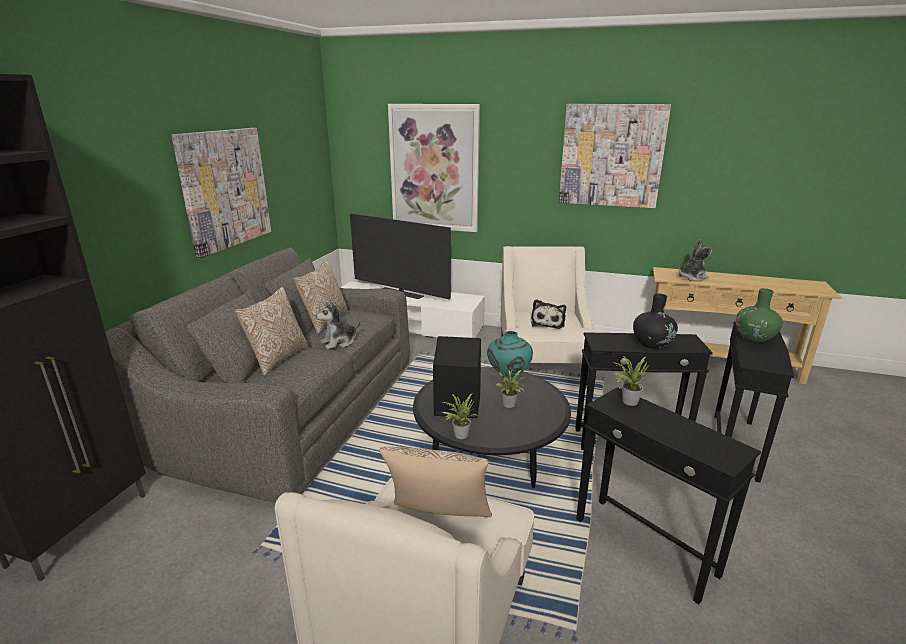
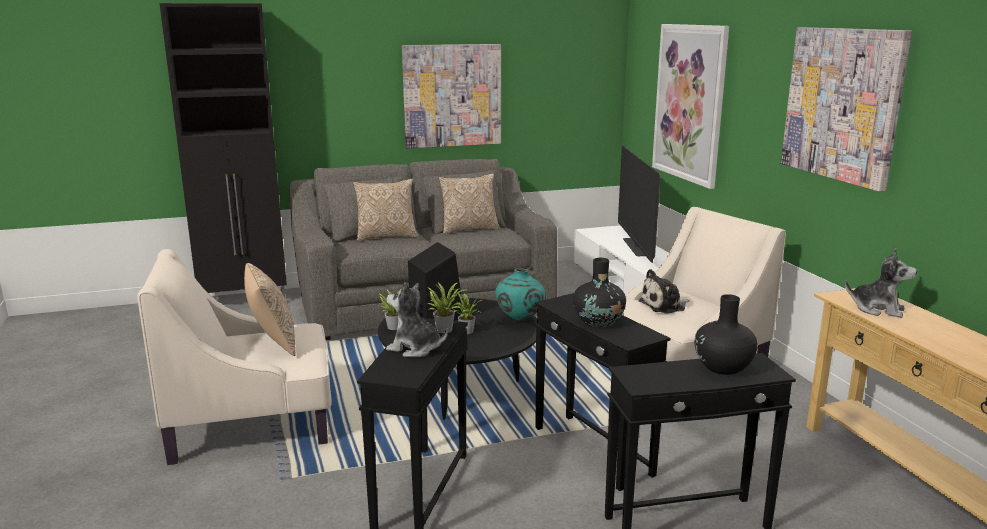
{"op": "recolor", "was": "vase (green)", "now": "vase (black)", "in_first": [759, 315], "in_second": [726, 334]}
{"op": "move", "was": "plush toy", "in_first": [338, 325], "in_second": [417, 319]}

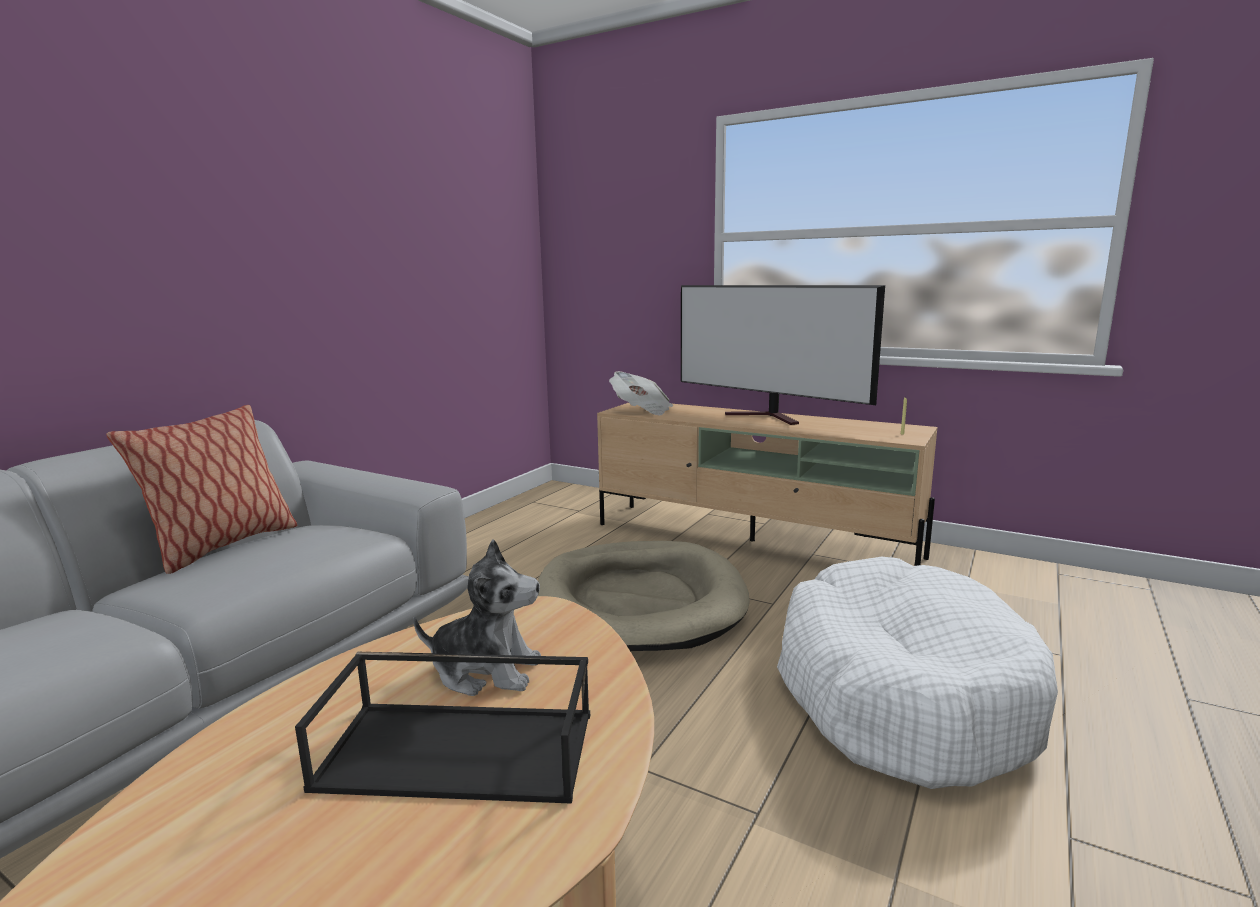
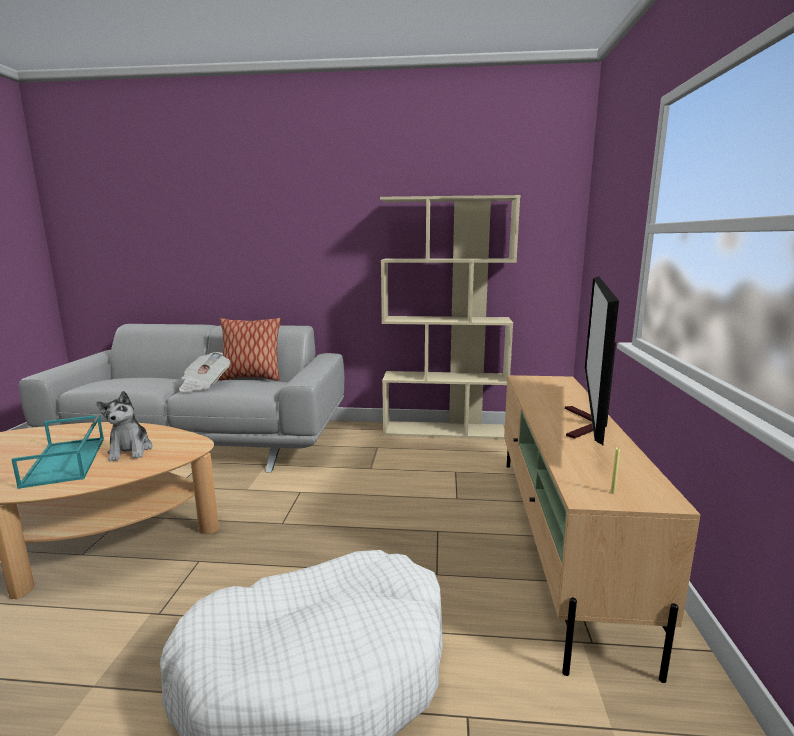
{"op": "move", "was": "newspaper", "in_first": [641, 393], "in_second": [204, 372]}
{"op": "delete", "was": "dog bed (beige)", "in_first": [644, 596]}
{"op": "recolor", "was": "tray (black)", "now": "tray (turquoise)", "in_first": [442, 728], "in_second": [57, 452]}
{"op": "insert", "now": "bookcase (beige)", "in_second": [450, 317]}

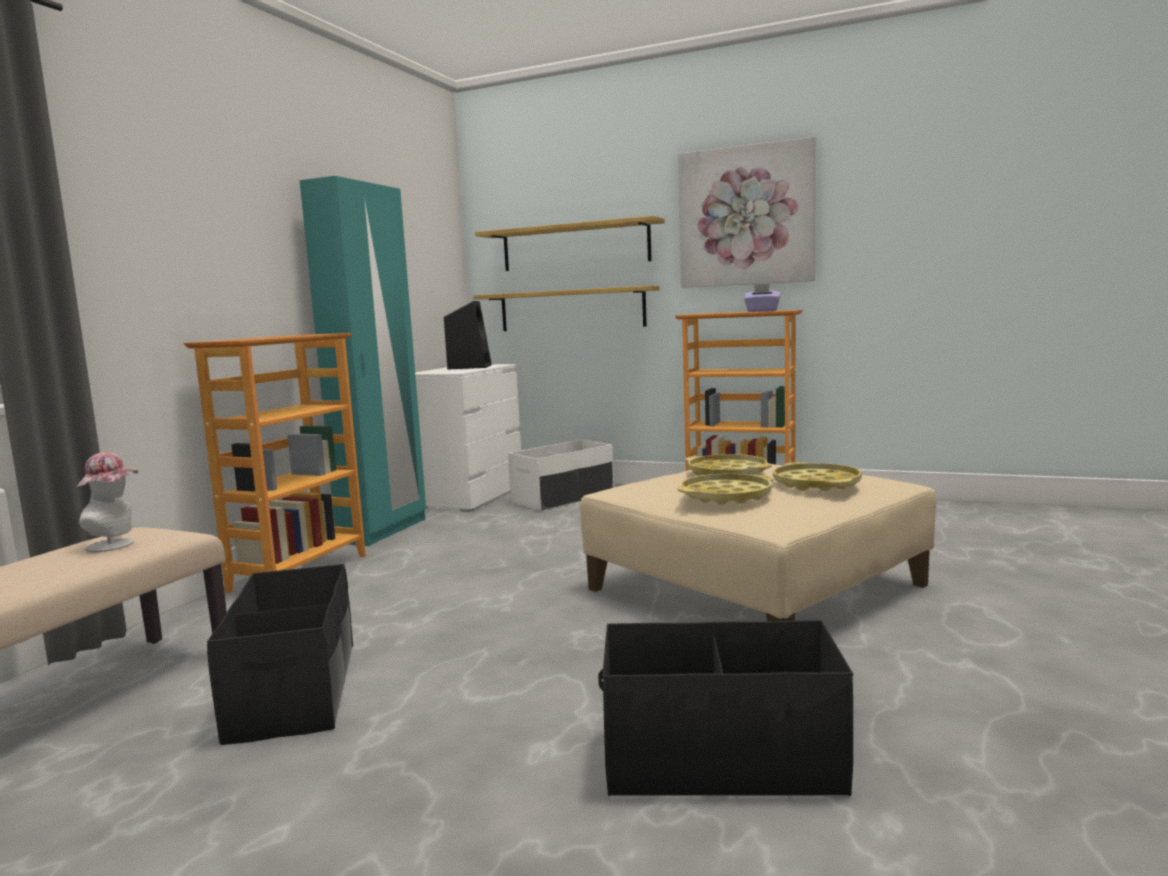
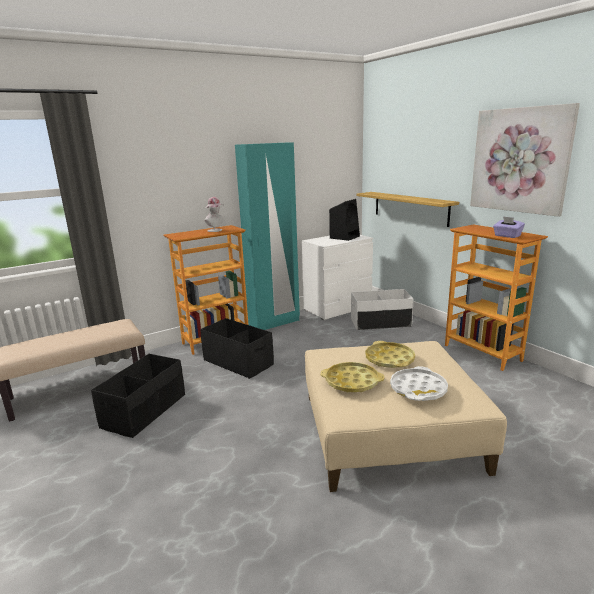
{"op": "delete", "was": "shelf", "in_first": [570, 243]}
{"op": "move", "was": "hat", "in_first": [107, 502], "in_second": [214, 214]}
{"op": "recolor", "was": "tray (yellow)", "now": "tray (white)", "in_first": [817, 477], "in_second": [419, 383]}
{"op": "move", "was": "storage box (black)", "in_first": [725, 708], "in_second": [237, 348]}

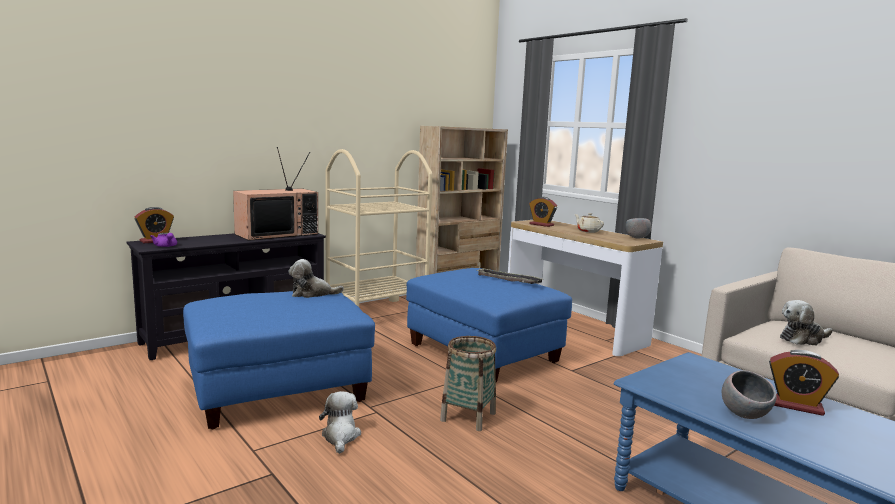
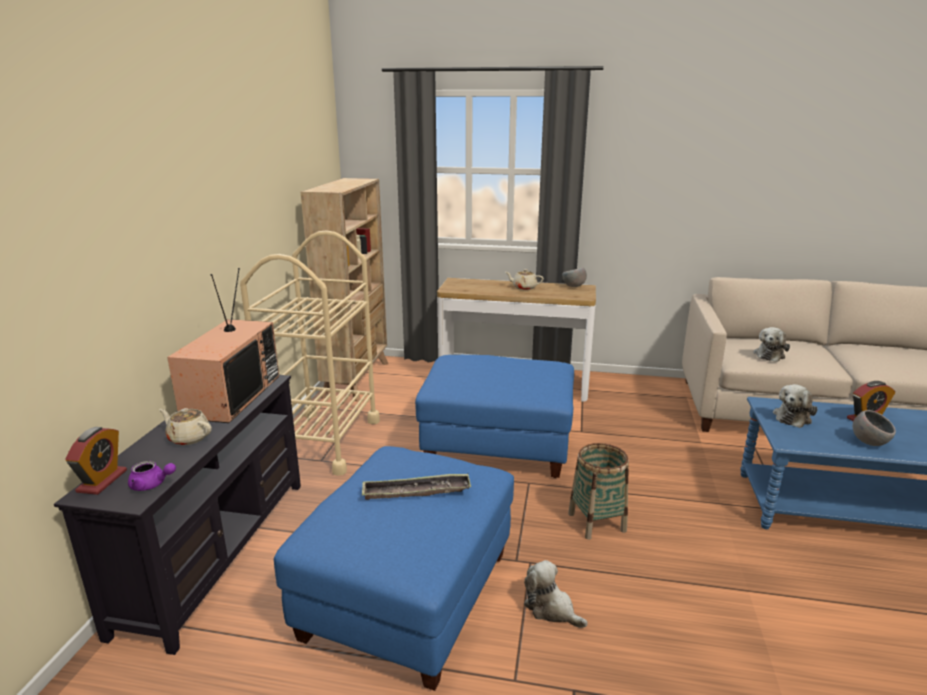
{"op": "delete", "was": "alarm clock", "in_first": [543, 212]}
{"op": "move", "was": "plush toy", "in_first": [316, 278], "in_second": [795, 406]}
{"op": "move", "was": "tray", "in_first": [509, 276], "in_second": [416, 486]}
{"op": "insert", "now": "teapot (beige)", "in_second": [185, 426]}

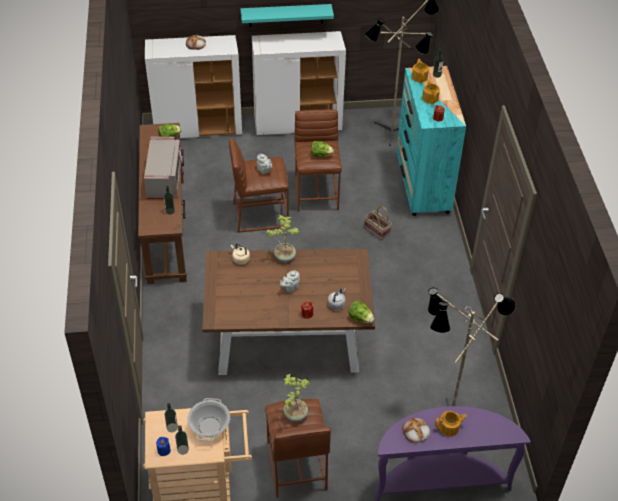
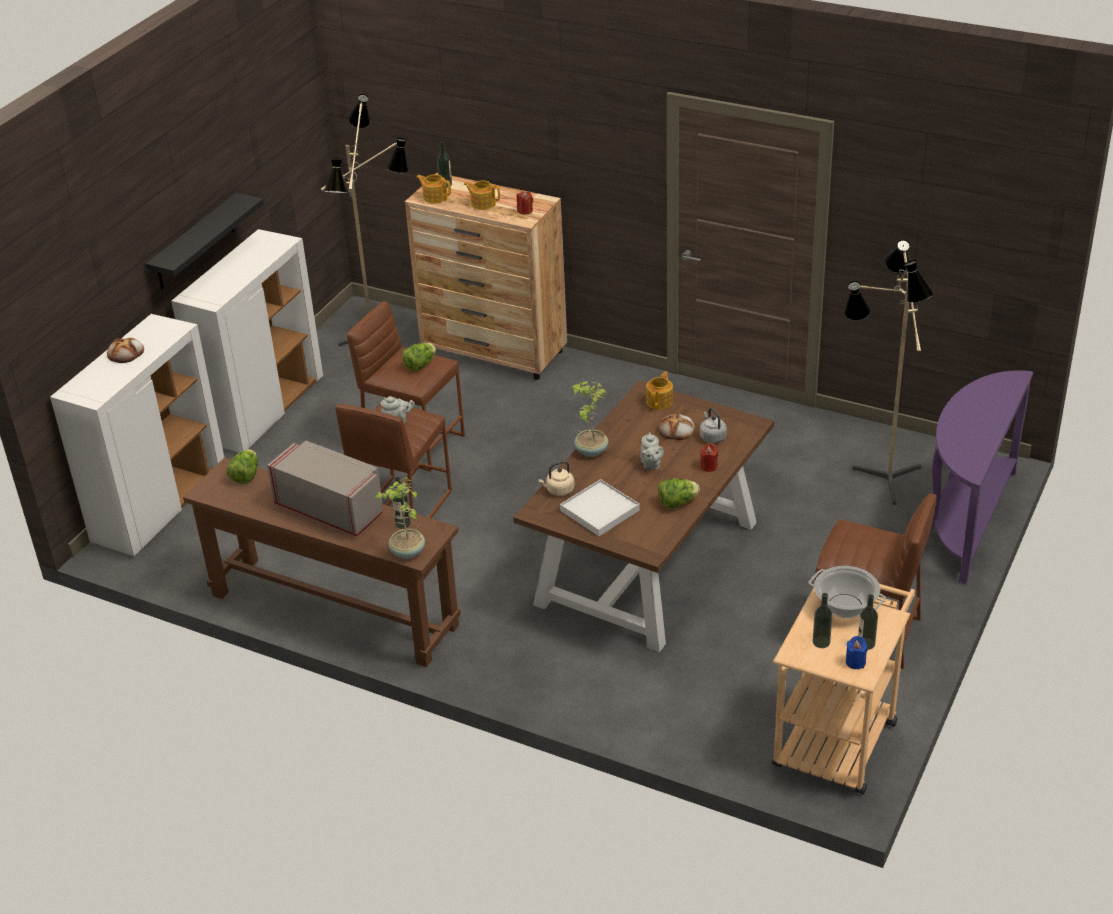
{"op": "recolor", "was": "shelf (turquoise)", "now": "shelf (black)", "in_first": [287, 15], "in_second": [205, 241]}
{"op": "recolor", "was": "dresser (turquoise)", "now": "dresser (brown)", "in_first": [431, 141], "in_second": [486, 276]}
{"op": "delete", "was": "basket", "in_first": [378, 223]}
{"op": "move", "was": "lettuce", "in_first": [361, 312], "in_second": [679, 493]}
{"op": "move", "was": "potted plant", "in_first": [296, 398], "in_second": [400, 518]}
{"op": "move", "was": "teapot", "in_first": [451, 424], "in_second": [659, 390]}
{"op": "move", "was": "bread", "in_first": [416, 430], "in_second": [676, 426]}
{"op": "insert", "now": "tray (white)", "in_second": [600, 507]}

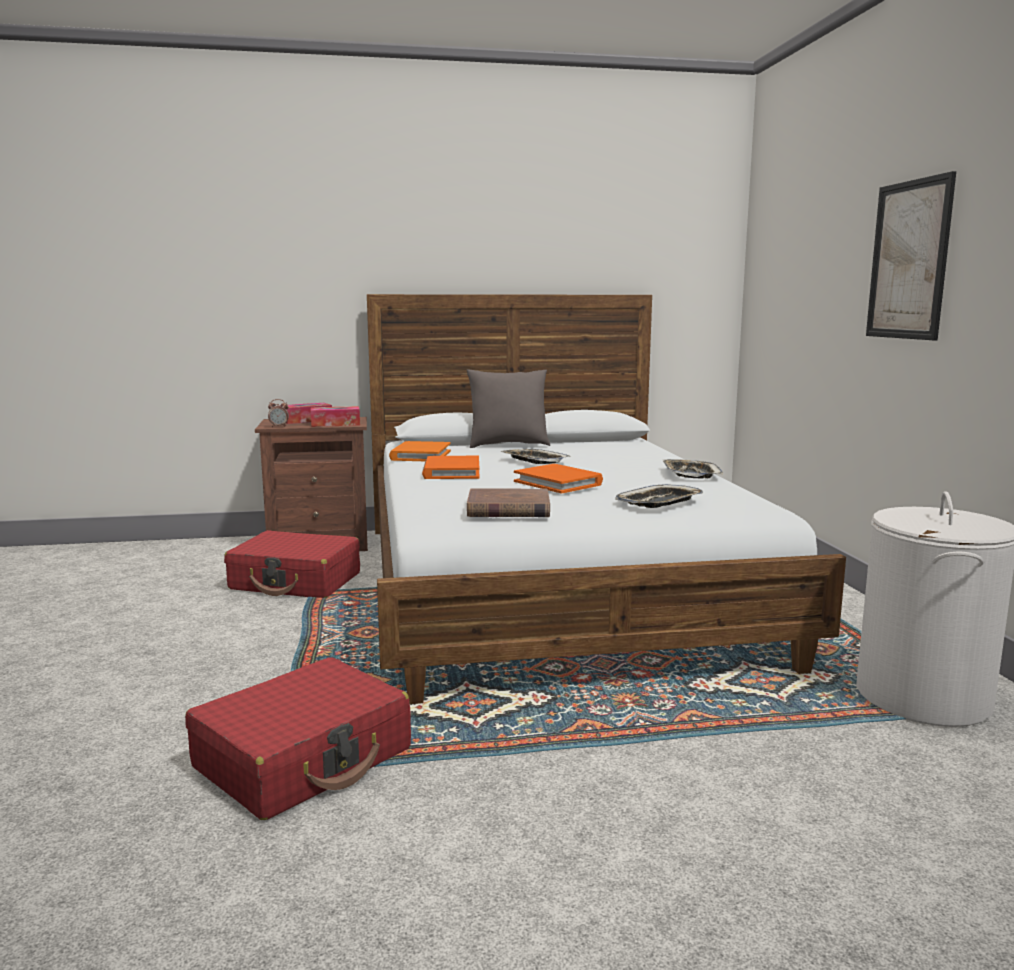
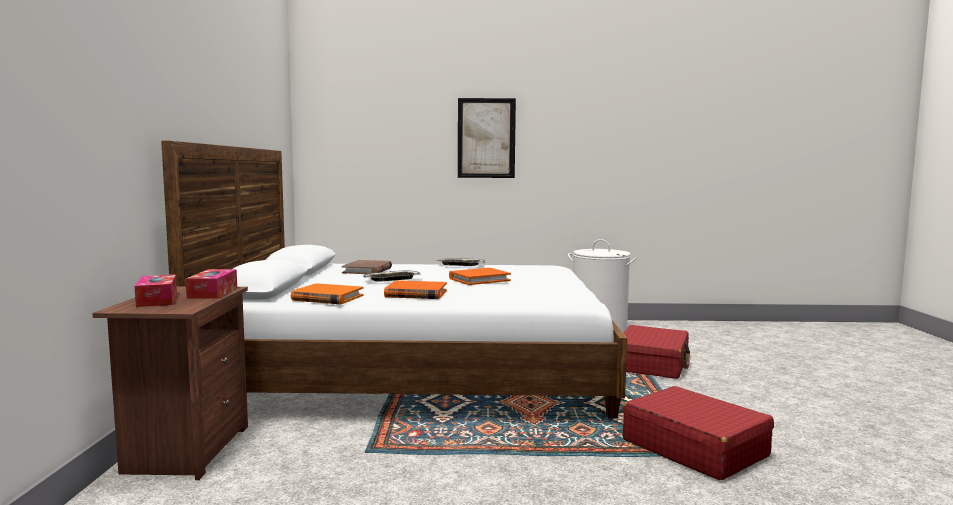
{"op": "delete", "was": "pillow (grey)", "in_first": [508, 408]}
{"op": "delete", "was": "alarm clock", "in_first": [278, 413]}
{"op": "delete", "was": "tray", "in_first": [659, 496]}
{"op": "move", "was": "book (brown)", "in_first": [508, 503], "in_second": [367, 267]}
{"op": "move", "was": "suitcase (red)", "in_first": [292, 564], "in_second": [656, 352]}

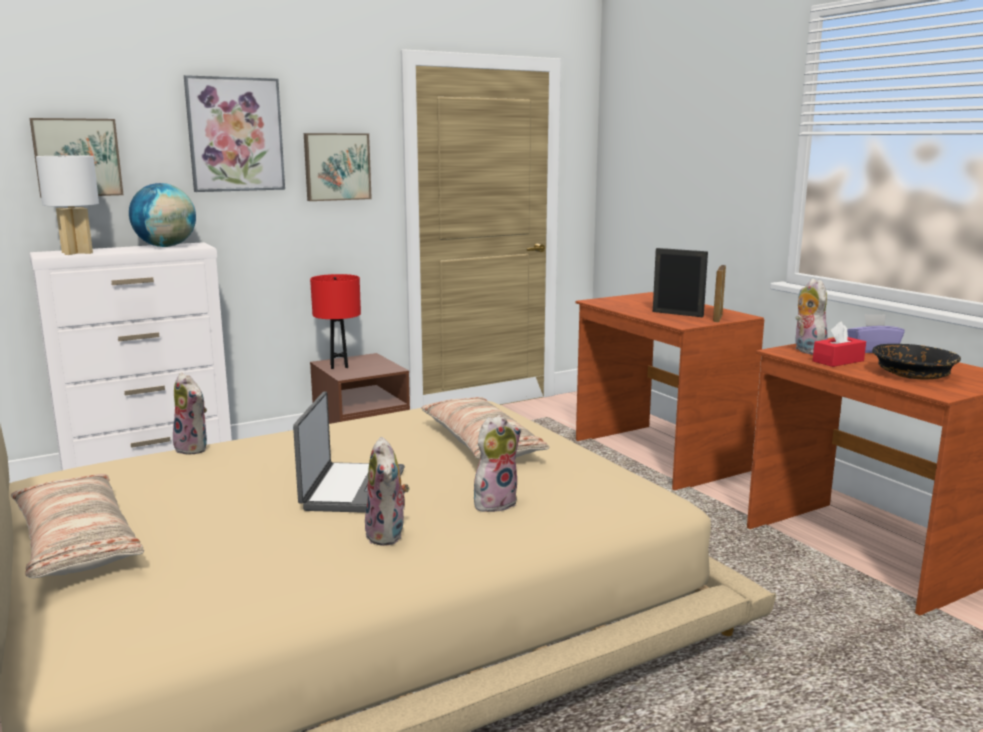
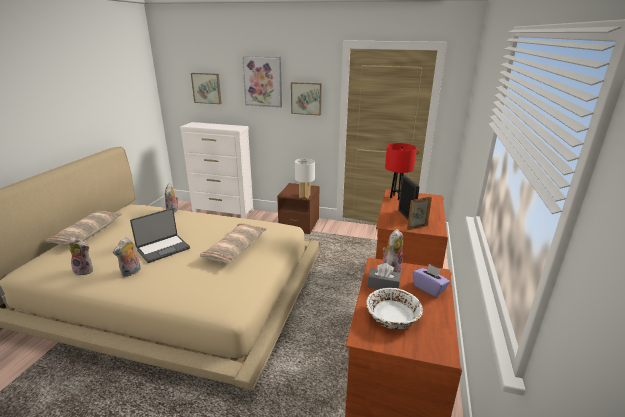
{"op": "move", "was": "table lamp (white)", "in_first": [67, 205], "in_second": [305, 178]}
{"op": "delete", "was": "globe", "in_first": [162, 215]}
{"op": "move", "was": "table lamp (red)", "in_first": [335, 321], "in_second": [401, 171]}
{"op": "recolor", "was": "tissue box (red)", "now": "tissue box (grey)", "in_first": [839, 344], "in_second": [384, 276]}
{"op": "recolor", "was": "bowl (black)", "now": "bowl (white)", "in_first": [916, 361], "in_second": [394, 308]}
{"op": "move", "was": "plush toy", "in_first": [497, 463], "in_second": [80, 256]}

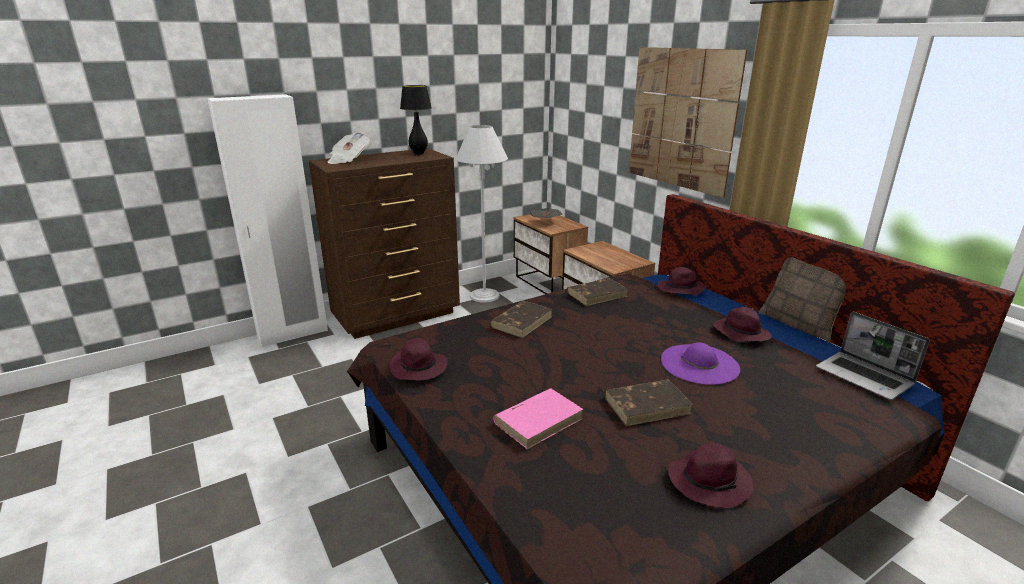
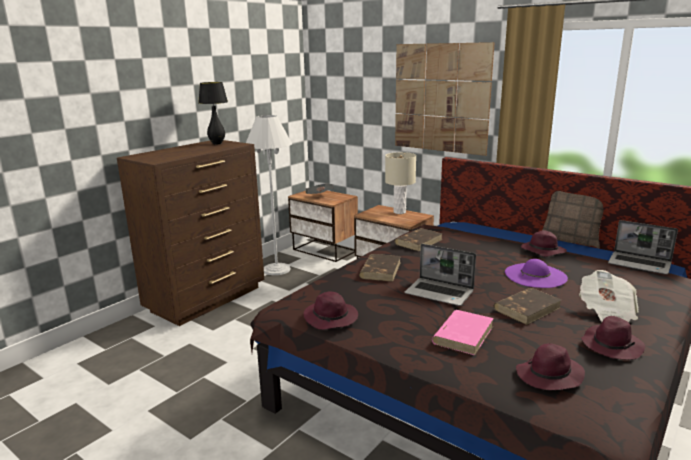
{"op": "delete", "was": "wardrobe (white)", "in_first": [267, 220]}
{"op": "move", "was": "newspaper", "in_first": [349, 148], "in_second": [608, 296]}
{"op": "move", "was": "hat (purple)", "in_first": [681, 281], "in_second": [550, 366]}
{"op": "insert", "now": "table lamp (beige)", "in_second": [400, 183]}
{"op": "insert", "now": "laptop", "in_second": [440, 275]}

